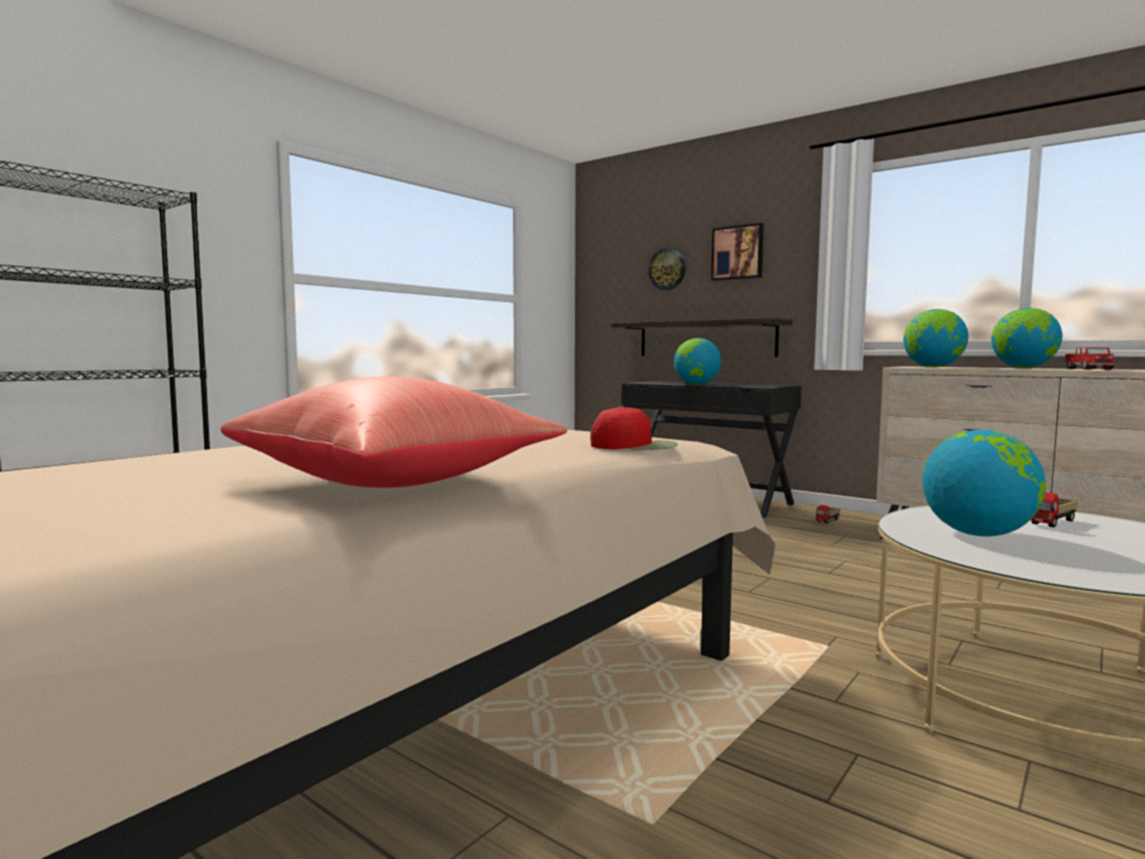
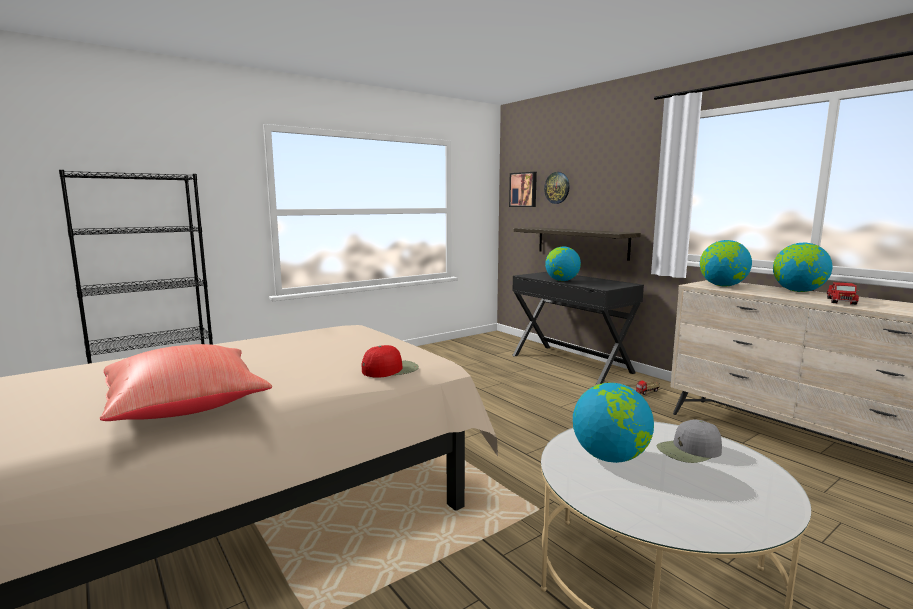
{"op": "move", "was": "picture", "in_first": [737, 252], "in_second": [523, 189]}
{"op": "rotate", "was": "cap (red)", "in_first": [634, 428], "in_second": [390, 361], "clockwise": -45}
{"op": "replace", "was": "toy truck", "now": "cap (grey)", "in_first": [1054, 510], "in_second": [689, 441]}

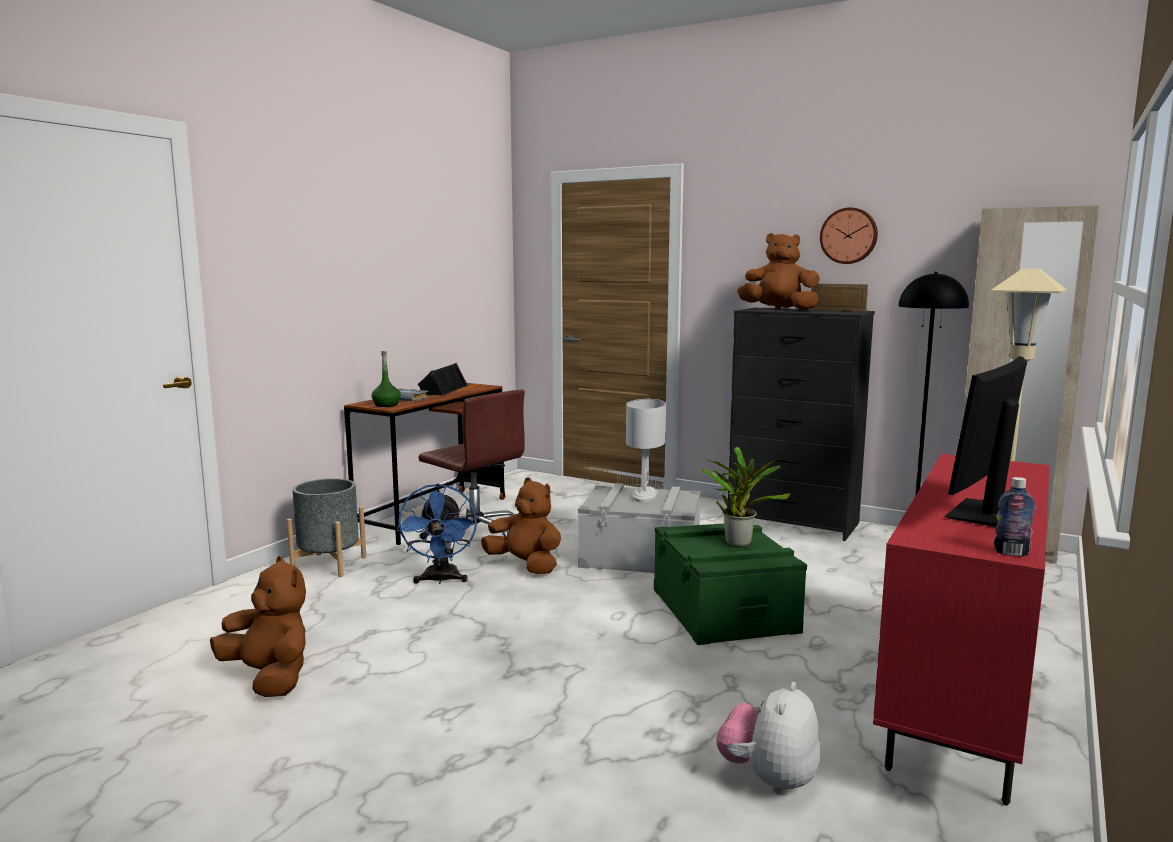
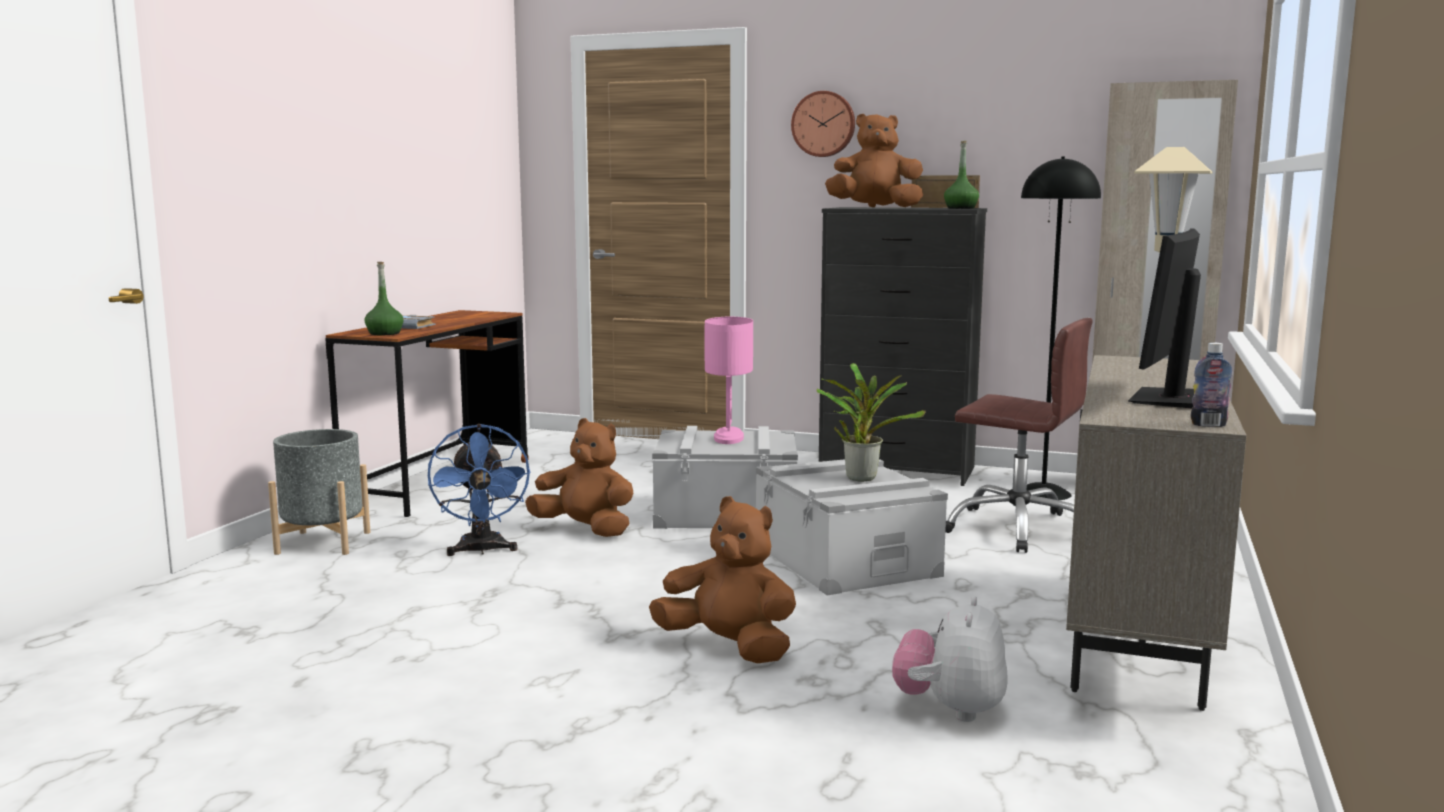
{"op": "move", "was": "wall clock", "in_first": [849, 235], "in_second": [823, 124]}
{"op": "delete", "was": "speaker (black)", "in_first": [443, 379]}
{"op": "move", "was": "office chair (brown)", "in_first": [472, 474], "in_second": [1019, 435]}
{"op": "recolor", "was": "table lamp (white)", "now": "table lamp (pink)", "in_first": [646, 451], "in_second": [729, 380]}
{"op": "recolor", "was": "cabinet (red)", "now": "cabinet (beige)", "in_first": [961, 630], "in_second": [1156, 533]}
{"op": "recolor", "was": "storage box (green)", "now": "storage box (grey)", "in_first": [730, 584], "in_second": [852, 527]}
{"op": "move", "was": "plush toy (brown)", "in_first": [258, 626], "in_second": [722, 579]}
{"op": "insert", "now": "bottle (green)", "in_second": [961, 175]}

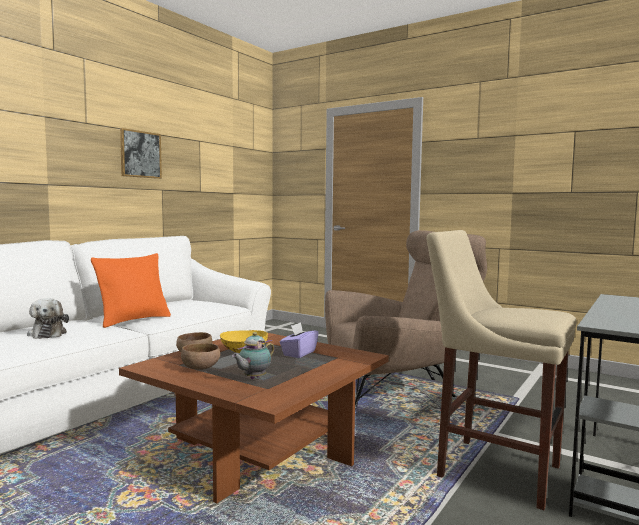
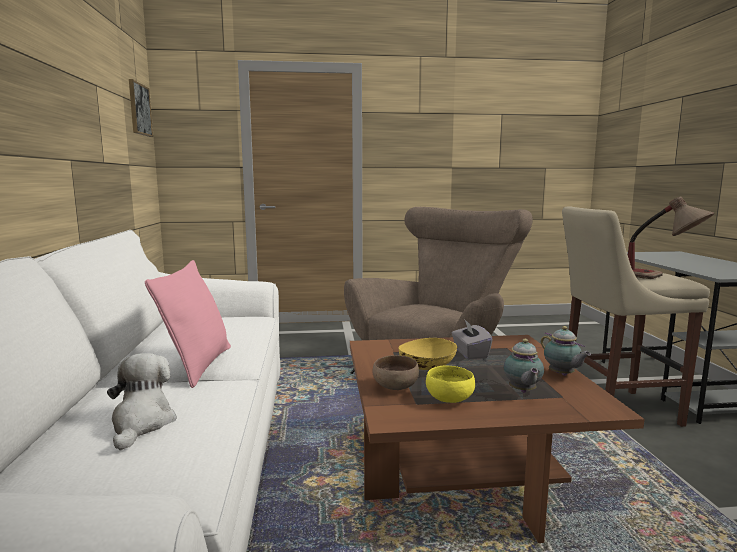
{"op": "move", "was": "picture", "in_first": [141, 153], "in_second": [141, 108]}
{"op": "recolor", "was": "pillow (orange)", "now": "pillow (pink)", "in_first": [131, 290], "in_second": [188, 324]}
{"op": "rotate", "was": "plush toy", "in_first": [48, 318], "in_second": [142, 401], "clockwise": -120}
{"op": "recolor", "was": "tissue box (purple)", "now": "tissue box (grey)", "in_first": [299, 340], "in_second": [472, 339]}
{"op": "recolor", "was": "bowl (brown)", "now": "bowl (yellow)", "in_first": [200, 356], "in_second": [450, 384]}
{"op": "insert", "now": "table lamp", "in_second": [671, 237]}
{"op": "insert", "now": "teapot", "in_second": [566, 351]}

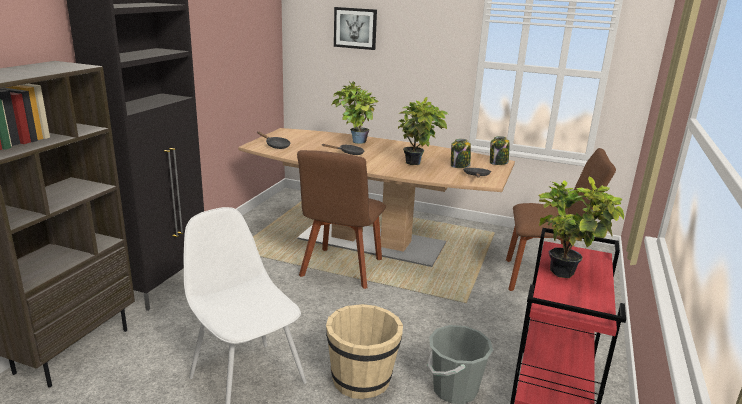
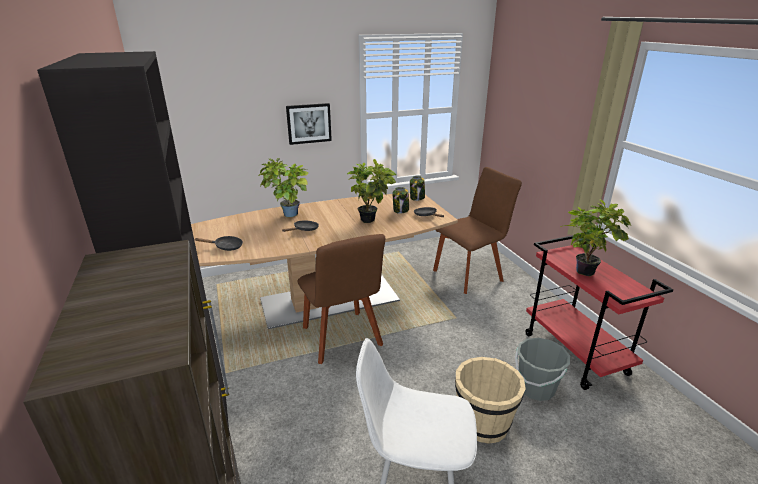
{"op": "move", "was": "picture", "in_first": [355, 28], "in_second": [309, 124]}

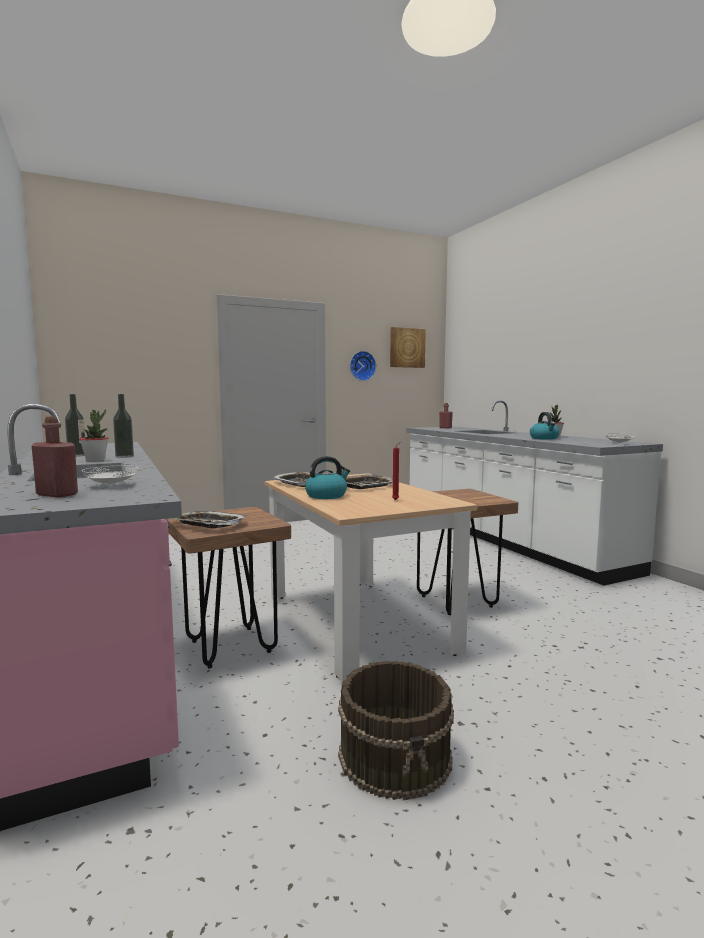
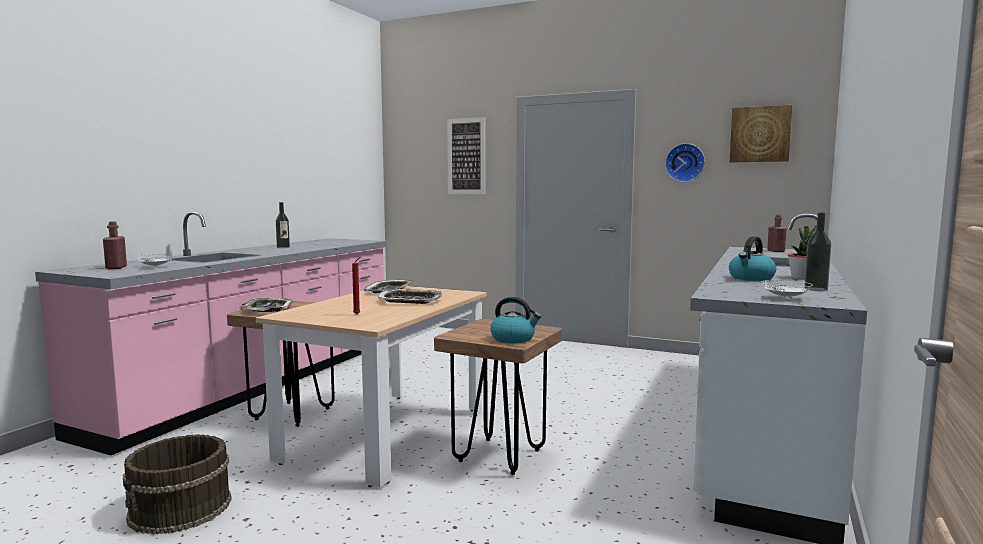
{"op": "move", "was": "bottle", "in_first": [123, 426], "in_second": [817, 252]}
{"op": "delete", "was": "potted plant", "in_first": [93, 436]}
{"op": "move", "was": "kettle", "in_first": [327, 477], "in_second": [515, 320]}
{"op": "insert", "now": "picture", "in_second": [466, 155]}

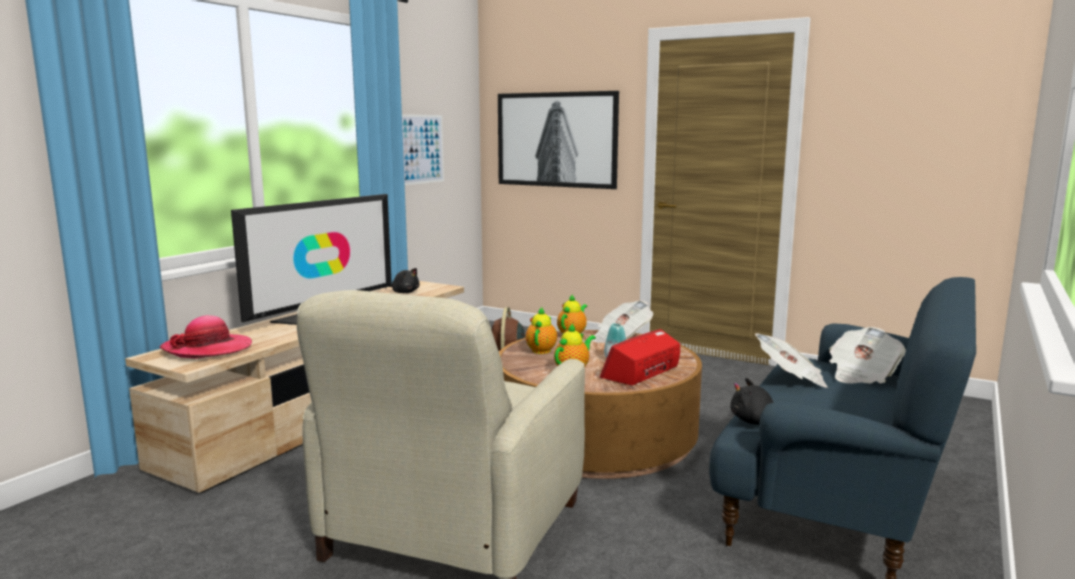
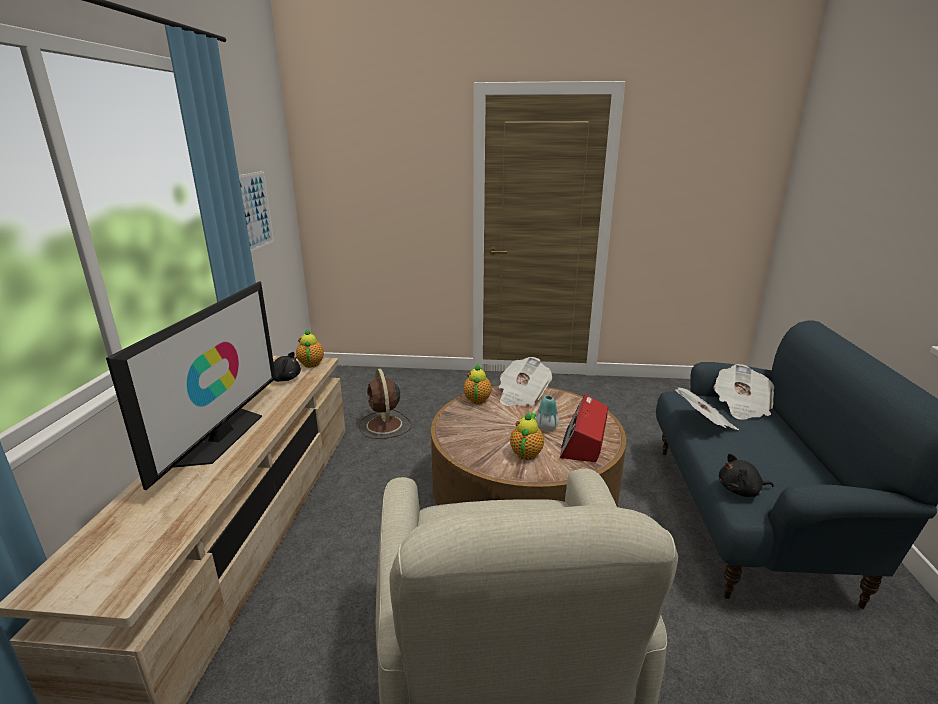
{"op": "delete", "was": "picture", "in_first": [558, 140]}
{"op": "move", "was": "teapot", "in_first": [541, 330], "in_second": [310, 348]}
{"op": "delete", "was": "hat", "in_first": [205, 336]}

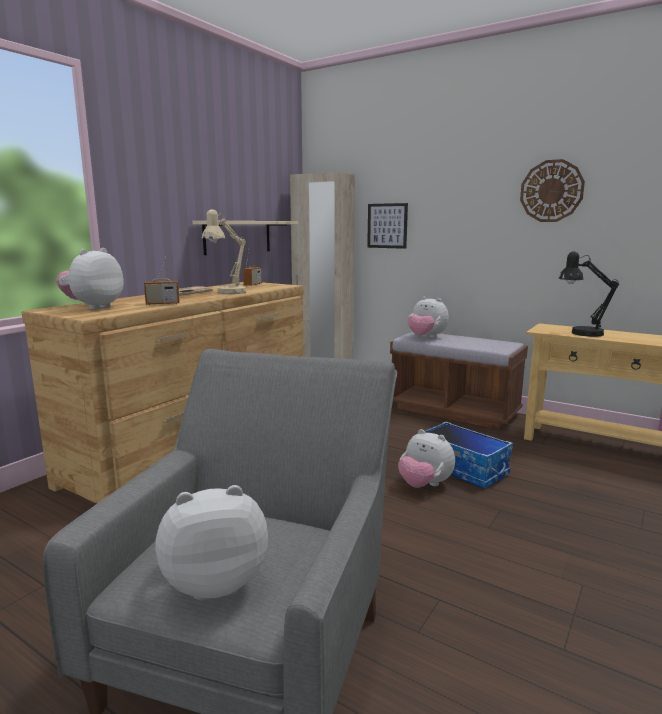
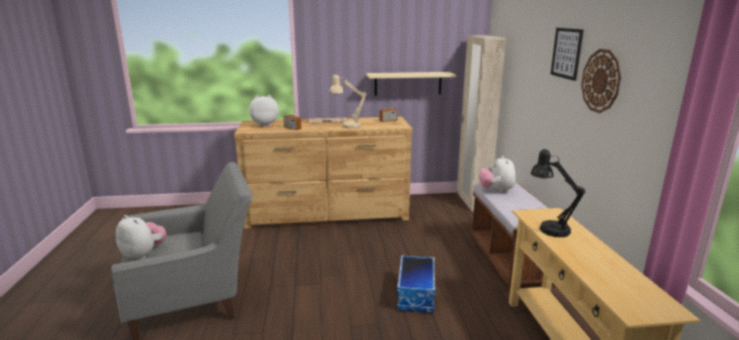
{"op": "move", "was": "picture", "in_first": [387, 226], "in_second": [567, 54]}
{"op": "delete", "was": "plush toy", "in_first": [426, 458]}

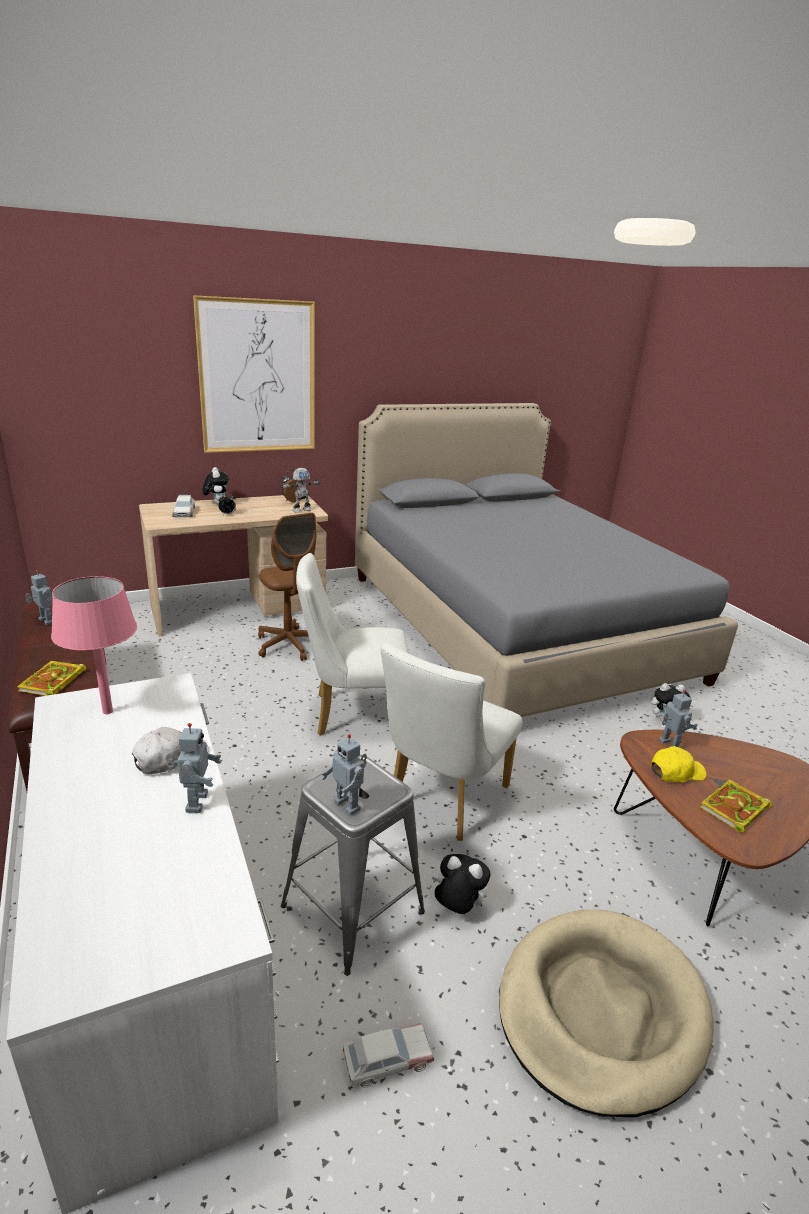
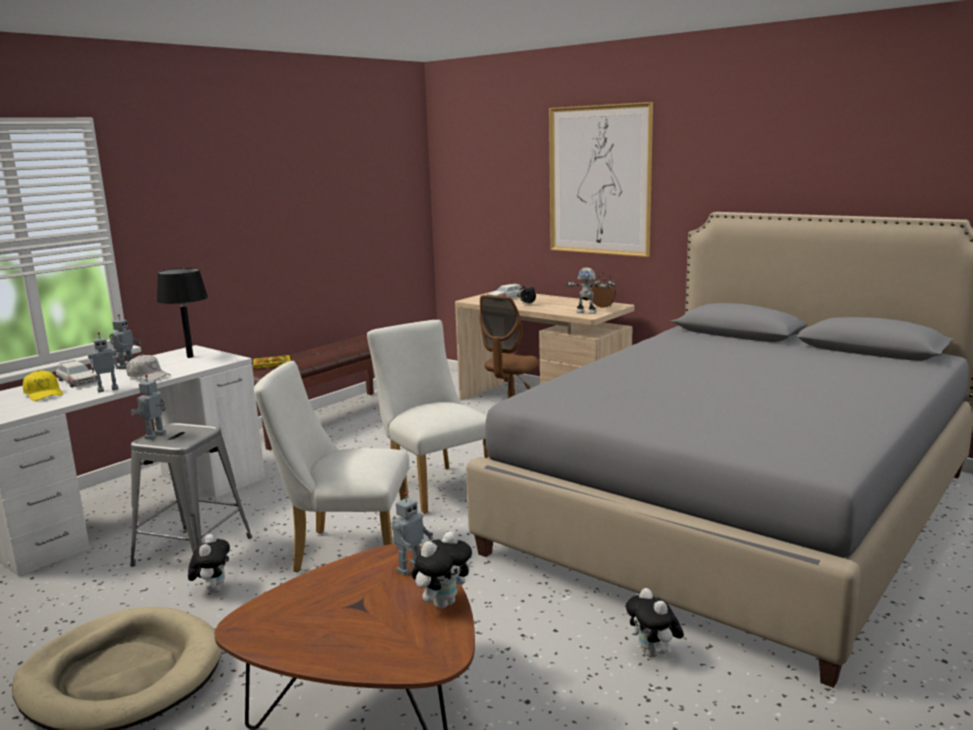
{"op": "move", "was": "plush toy", "in_first": [216, 485], "in_second": [442, 570]}
{"op": "move", "was": "toy robot", "in_first": [39, 597], "in_second": [125, 341]}
{"op": "recolor", "was": "table lamp (pink)", "now": "table lamp (black)", "in_first": [94, 645], "in_second": [182, 313]}
{"op": "move", "was": "cap (yellow)", "in_first": [678, 764], "in_second": [43, 385]}
{"op": "delete", "was": "book", "in_first": [736, 806]}
{"op": "move", "was": "toy car", "in_first": [388, 1055], "in_second": [76, 373]}

